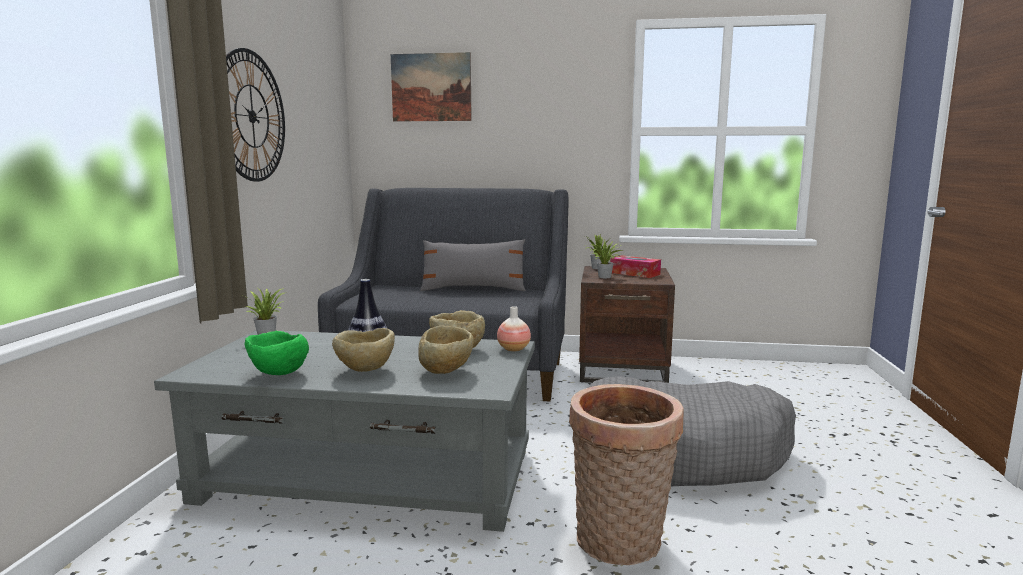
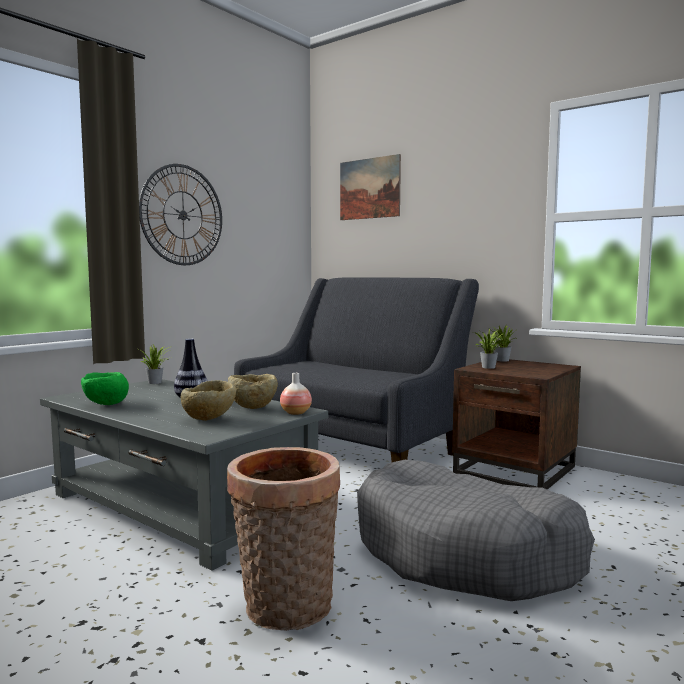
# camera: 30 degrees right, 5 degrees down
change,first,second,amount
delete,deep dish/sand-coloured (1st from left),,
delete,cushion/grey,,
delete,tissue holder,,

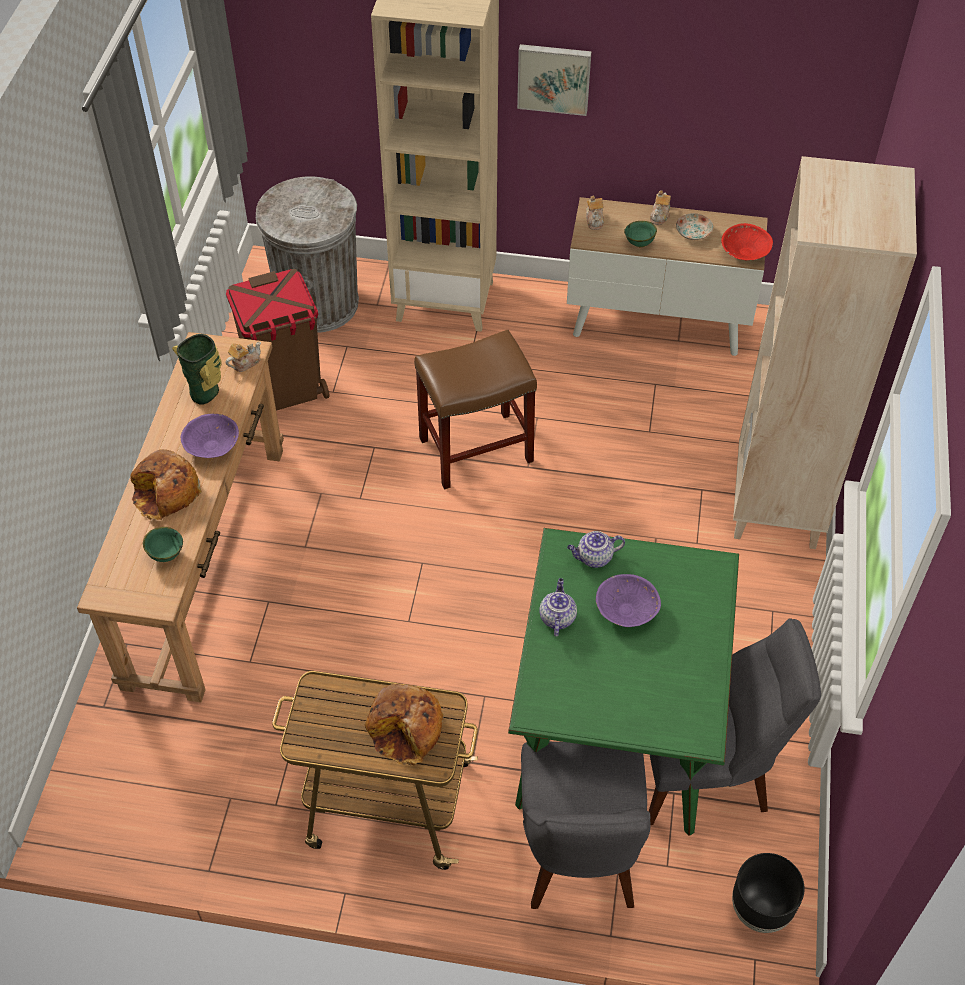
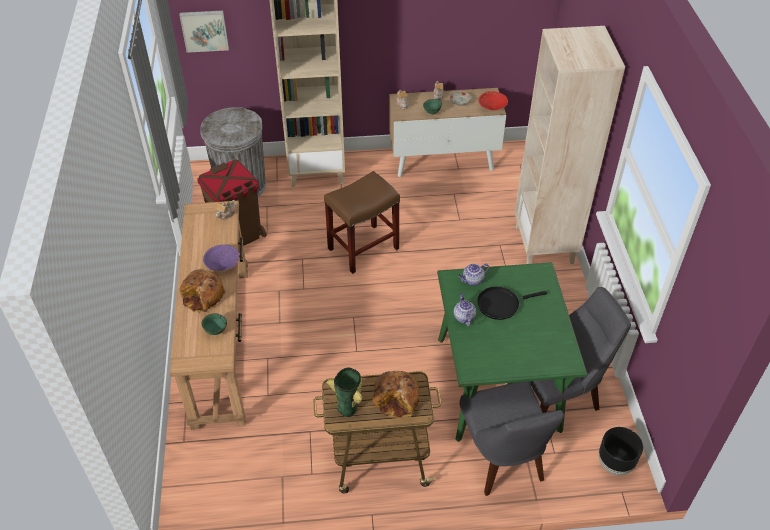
# camera: 15 degrees left, 5 degrees down
change,first,second,amount
move,decorative vase,,
move,picture,,
replace,deep dish/purple-coloured (2nd from left),frying pan/blackish,

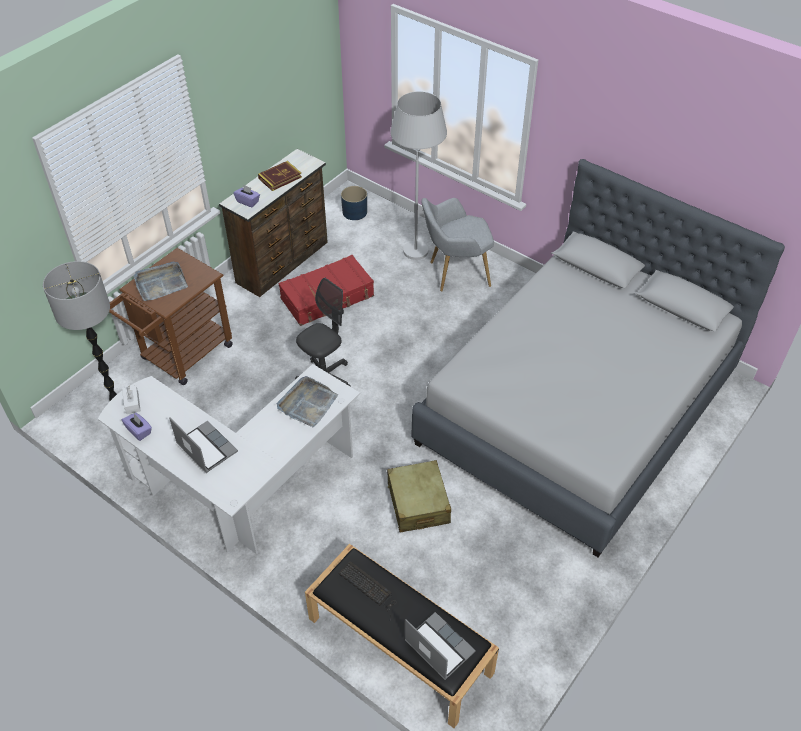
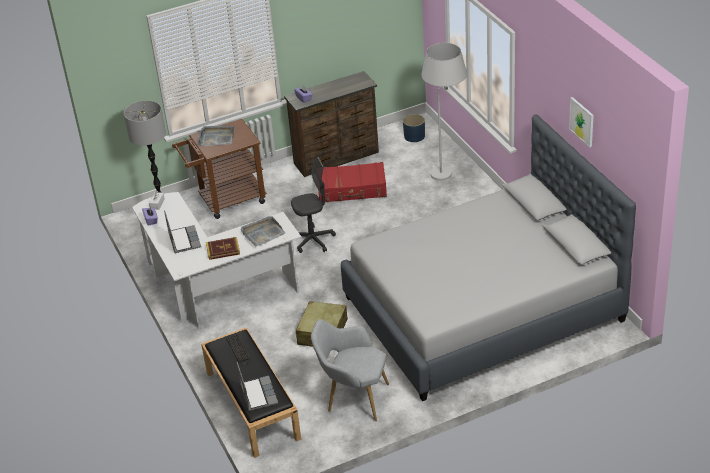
# camera: 30 degrees right, 10 degrees down
change,first,second,amount
insert,,picture,
move,bound book,,
move,easy chair/grey,,

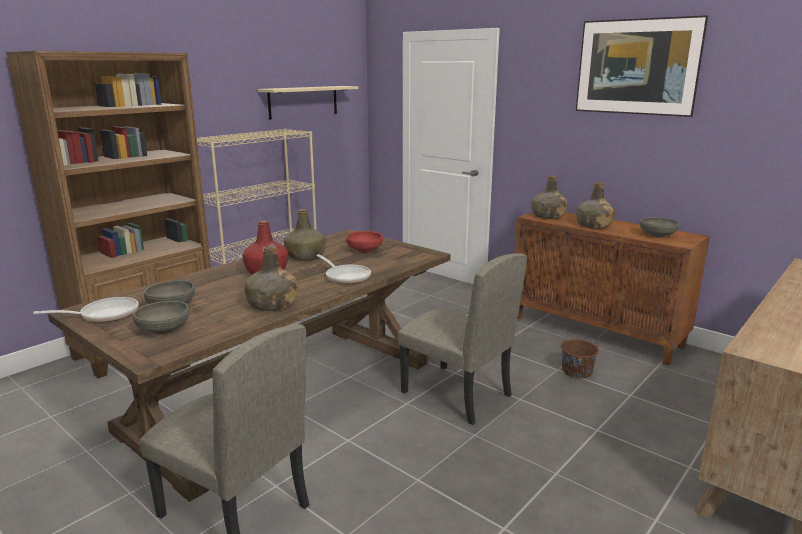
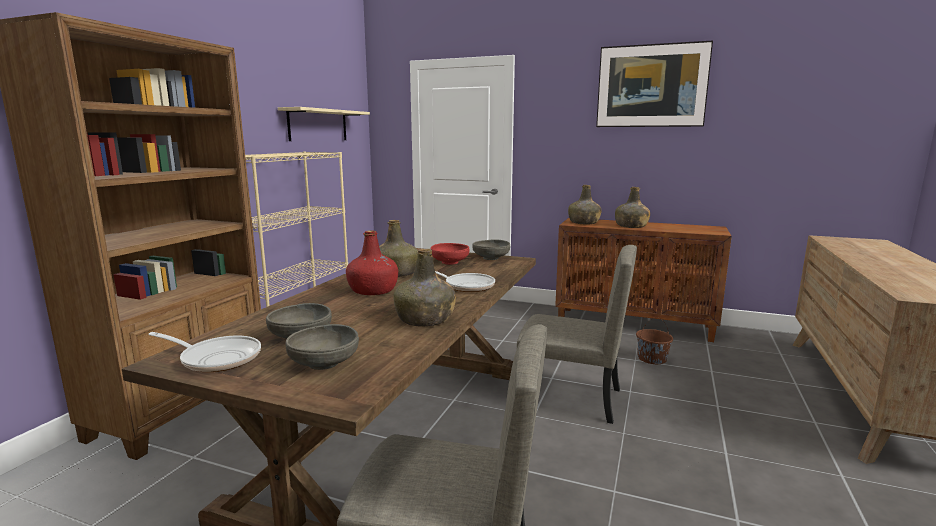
# camera: 20 degrees left, 5 degrees down
change,first,second,amount
move,deep dish/grey (3rd from left),,
rotate,frying pan (1st from left),,60 degrees clockwise

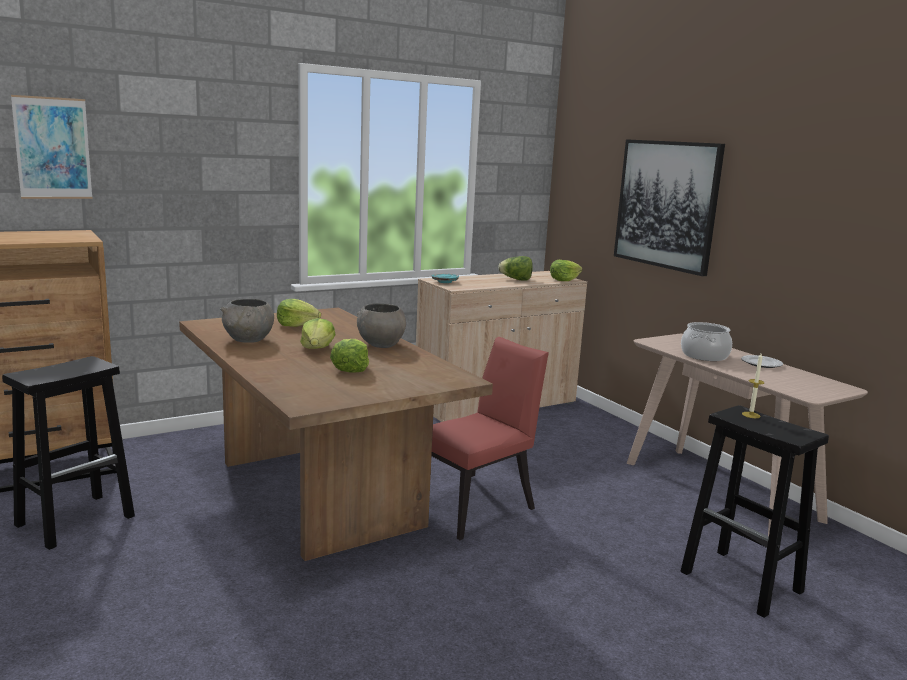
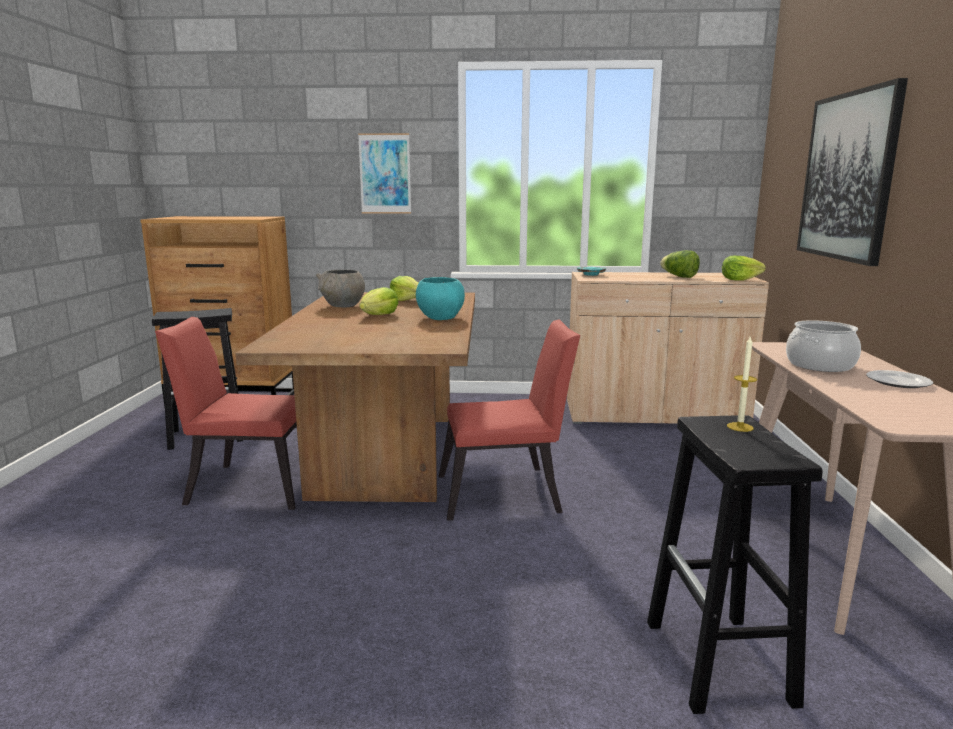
# camera: 35 degrees right, 0 degrees up
change,first,second,amount
delete,lettuce (3rd from left),,
insert,,chair/reddish (1st from left),
move,picture (1st from left),,
recolor,deep dish/grey (2nd from left),deep dish/blue-green,

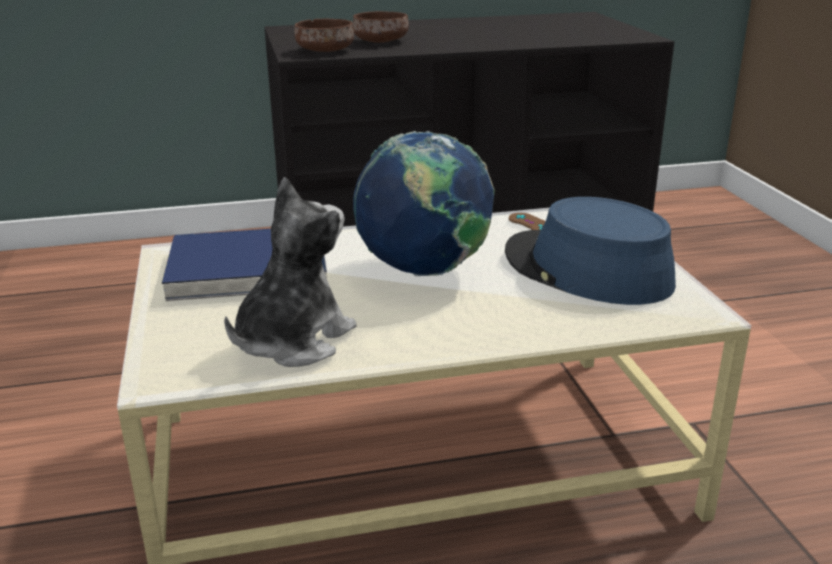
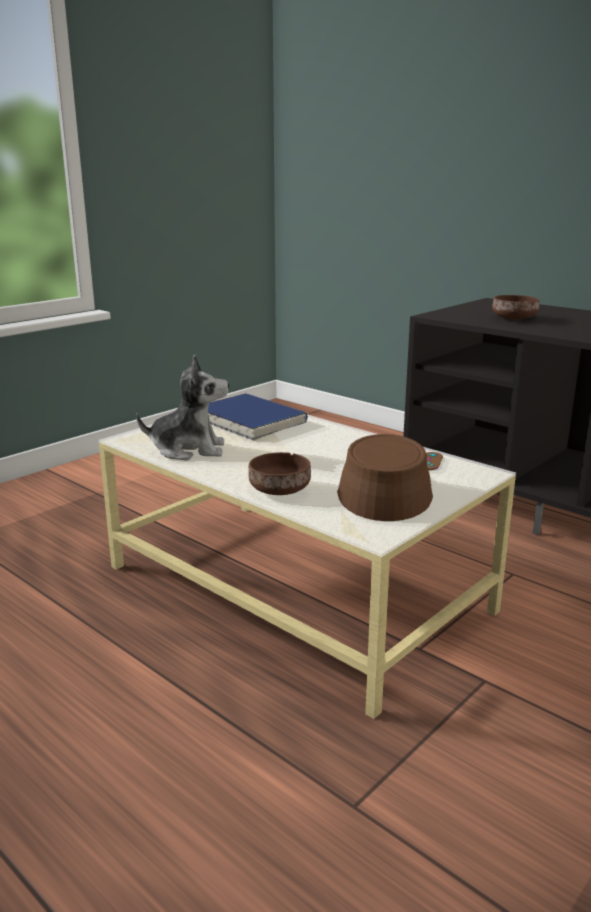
# camera: 55 degrees right, 5 degrees down
change,first,second,amount
delete,world globe,,
move,deep dish/brownish (1st from left),,
recolor,wearable hat/blue,wearable hat/brownish,

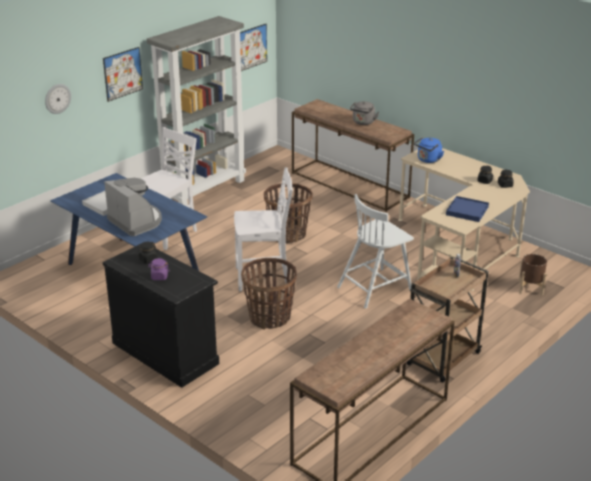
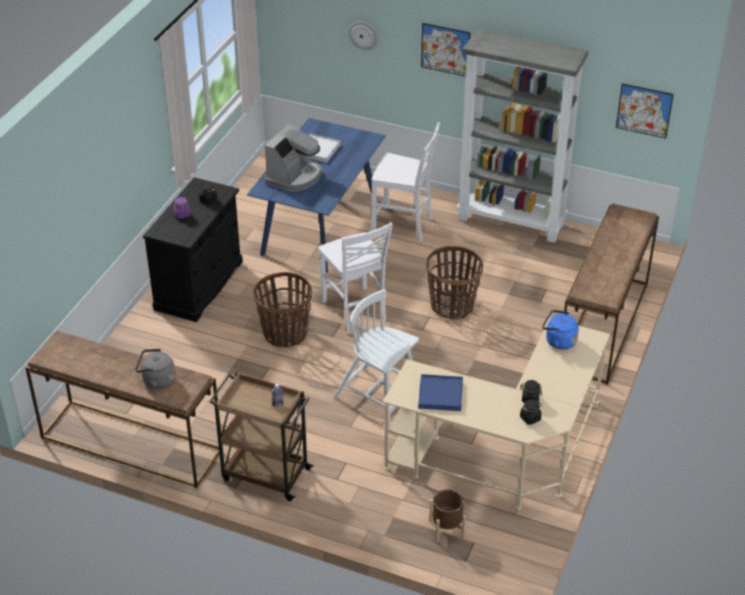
# camera: 70 degrees right, 10 degrees up
change,first,second,amount
move,water kettle/grey,,

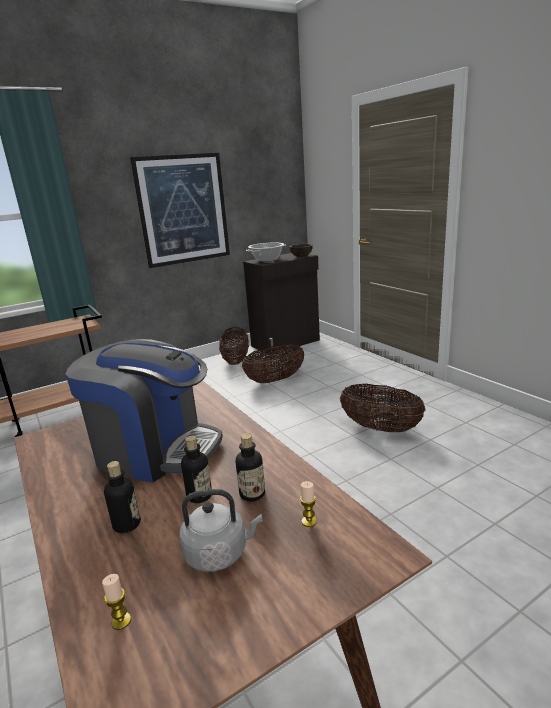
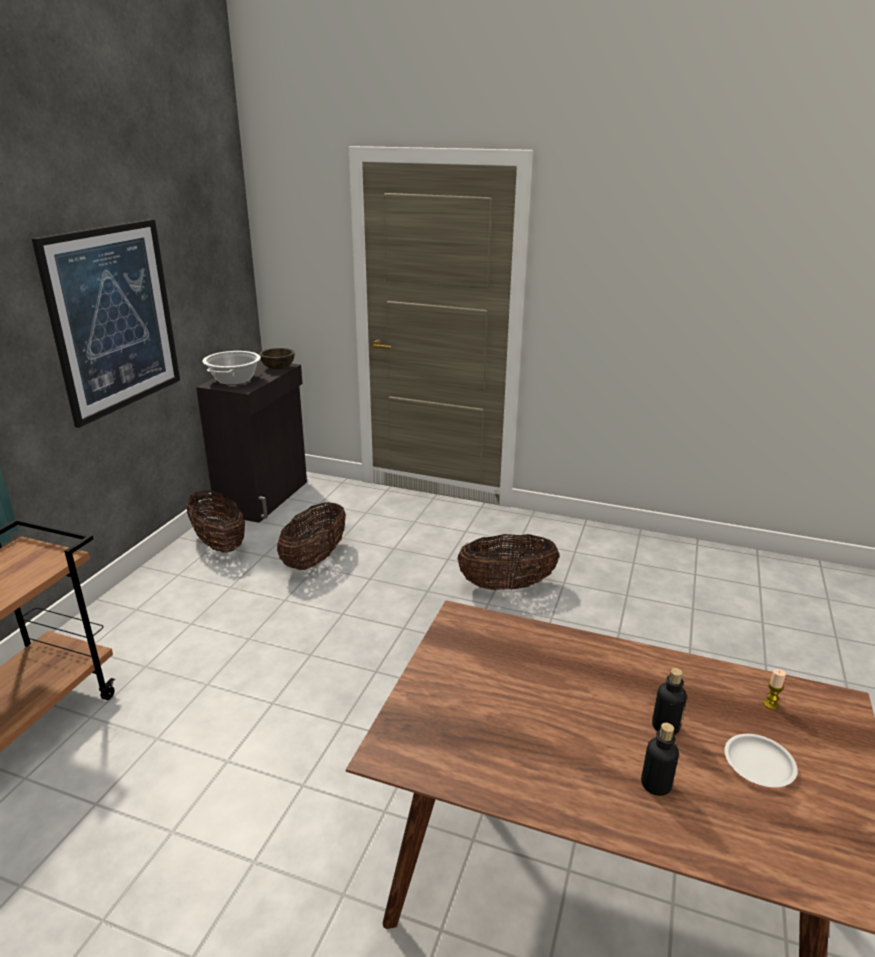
# camera: 40 degrees left, 5 degrees up
change,first,second,amount
delete,coffee maker,,
delete,candle (1st from left),,
delete,beverage bottle (3rd from left),,
replace,water kettle/grey,plate/white,

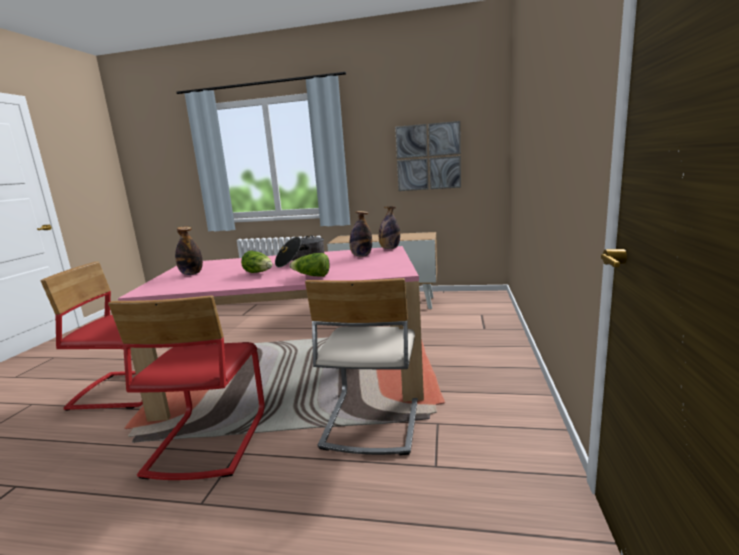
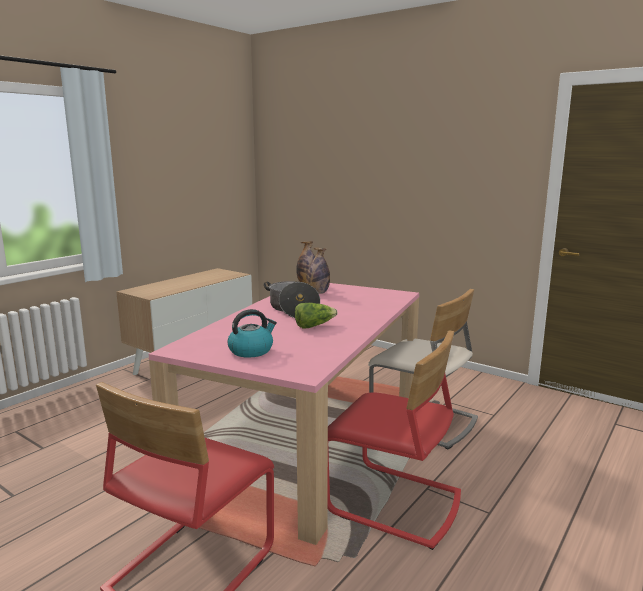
# camera: 65 degrees left, 0 degrees up
change,first,second,amount
delete,lettuce (2nd from left),,
delete,picture,,
replace,beverage bottle (1st from left),water kettle,

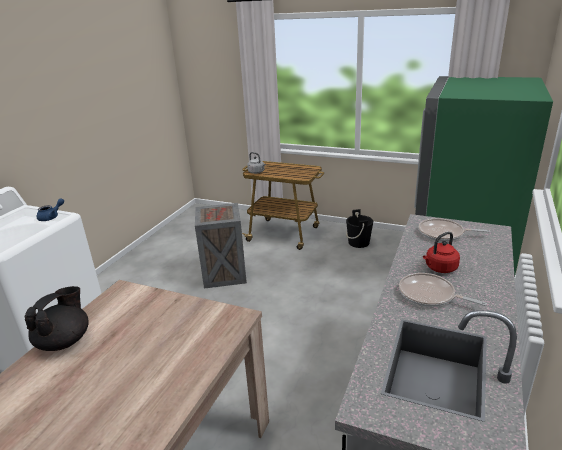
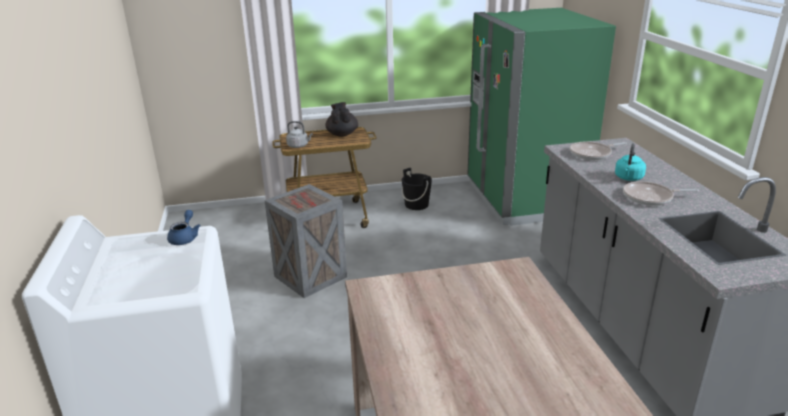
# camera: 35 degrees left, 0 degrees up
change,first,second,amount
move,tea pot/blackish,,
recolor,water kettle/reddish,water kettle/blue-green,

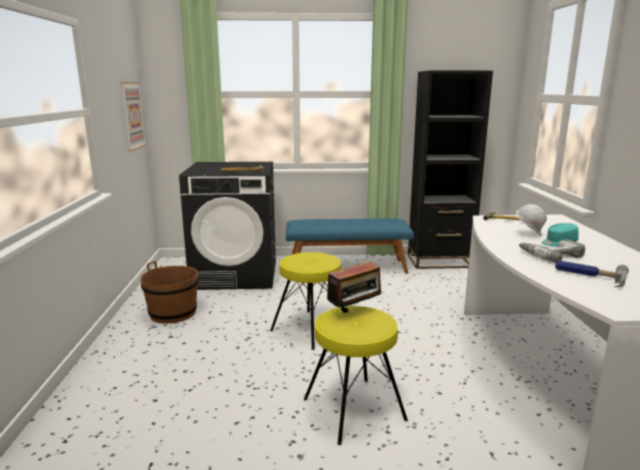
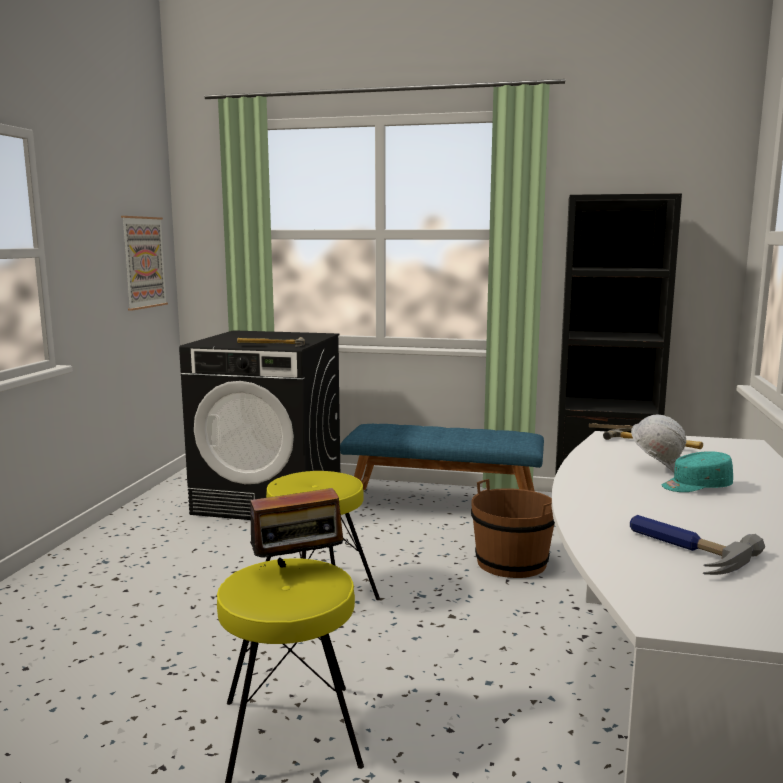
# camera: 15 degrees right, 5 degrees down
change,first,second,amount
delete,drill,,
move,bucket/brownish,,

